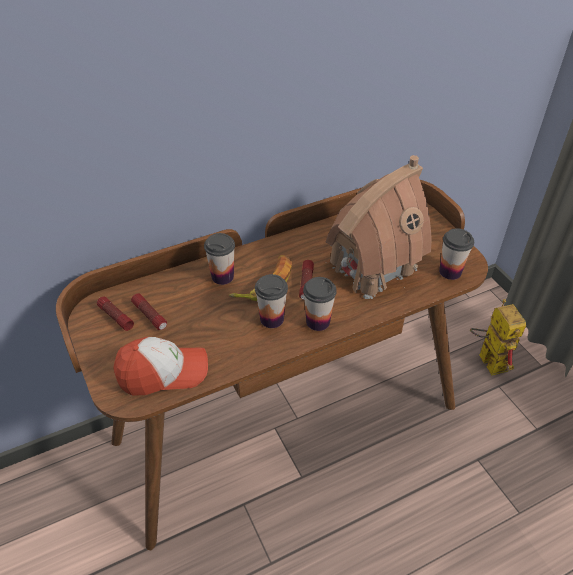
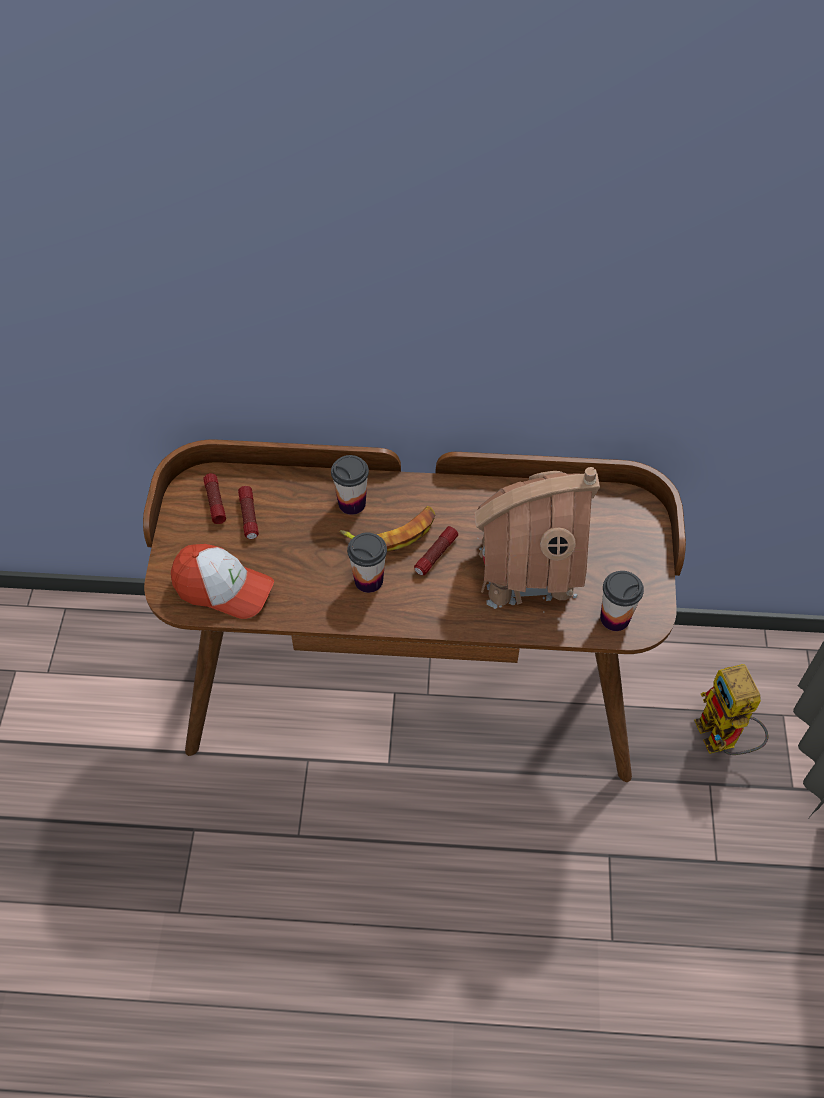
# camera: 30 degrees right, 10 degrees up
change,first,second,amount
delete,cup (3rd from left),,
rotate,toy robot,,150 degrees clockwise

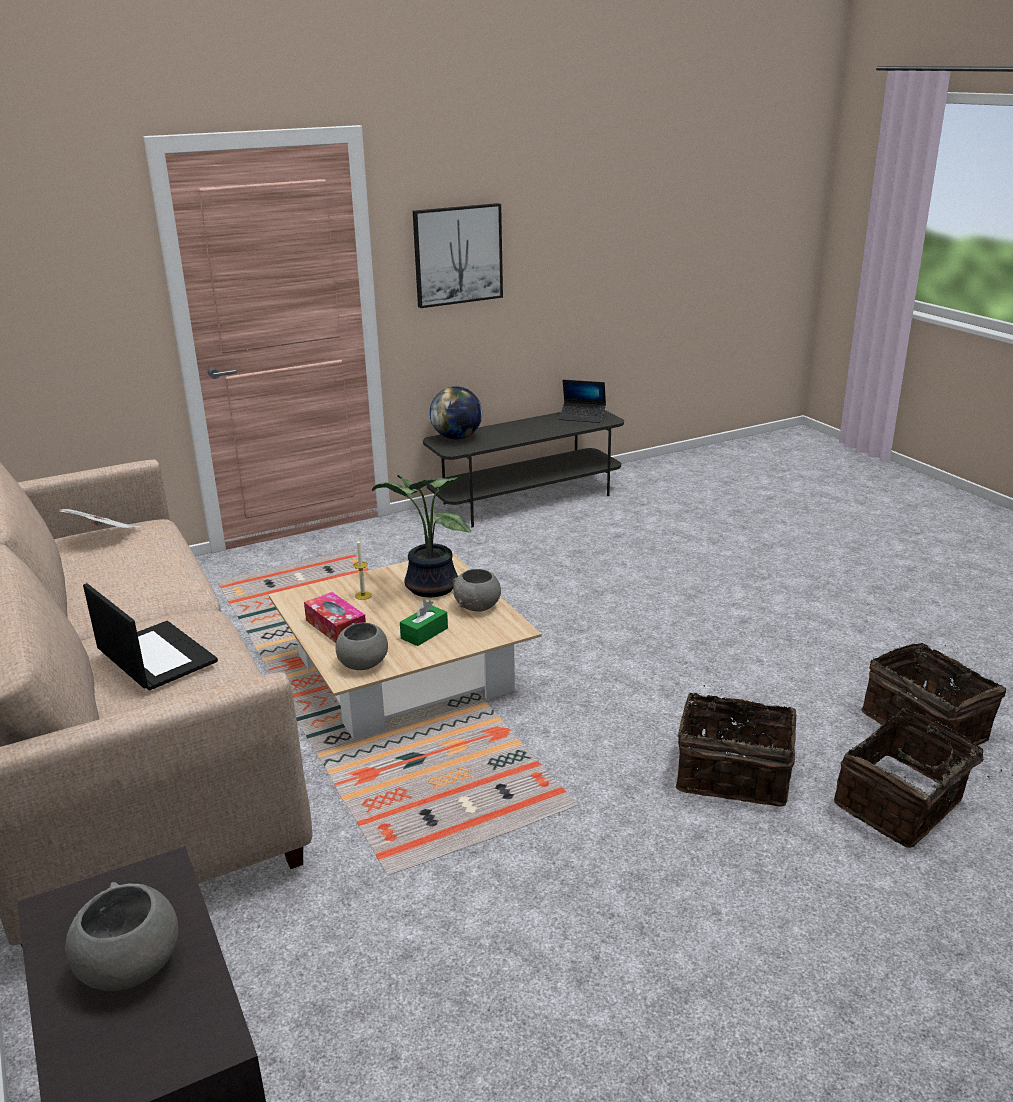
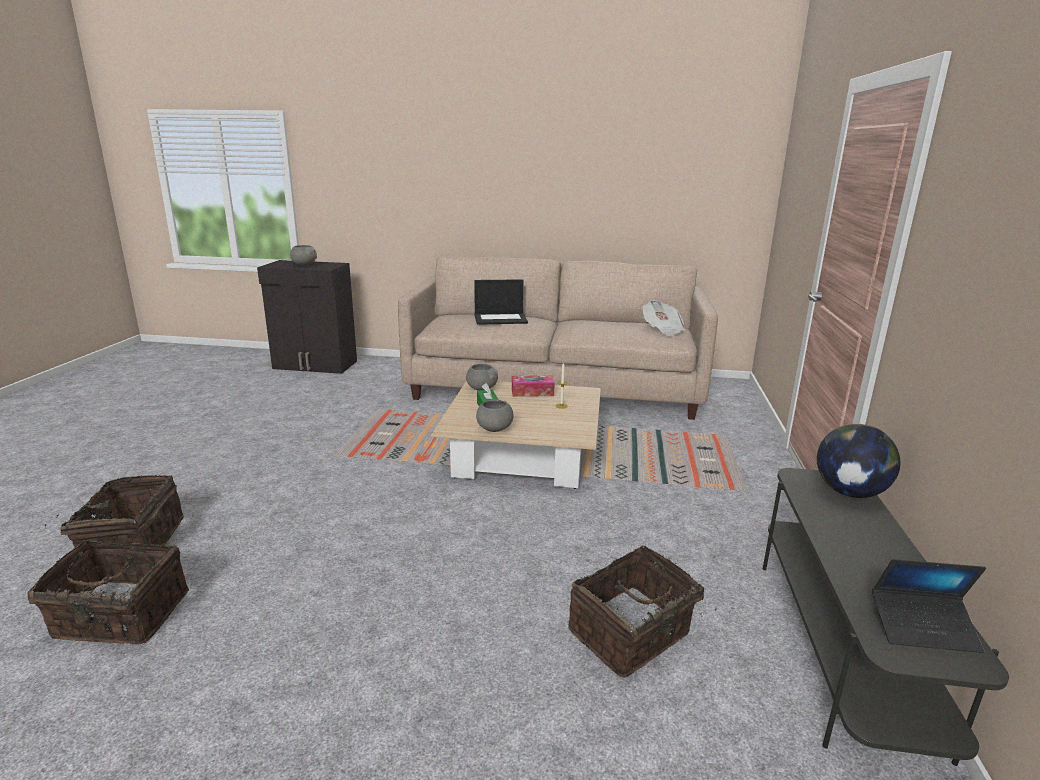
# camera: 125 degrees right, 5 degrees down
change,first,second,amount
delete,potted plant,,
delete,picture,,
move,storage basket (1st from left in the first image),storage basket (3rd from left),
rotate,laptop (2nd from left),,135 degrees counterclockwise

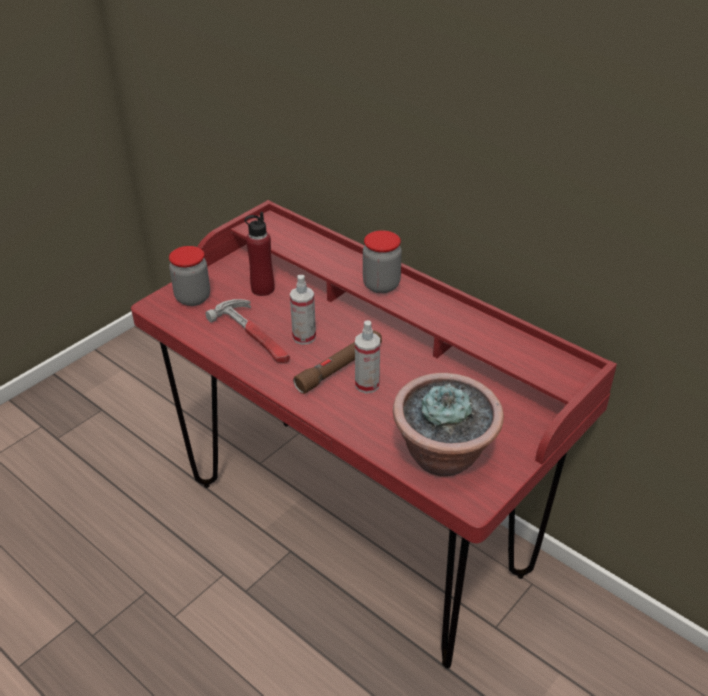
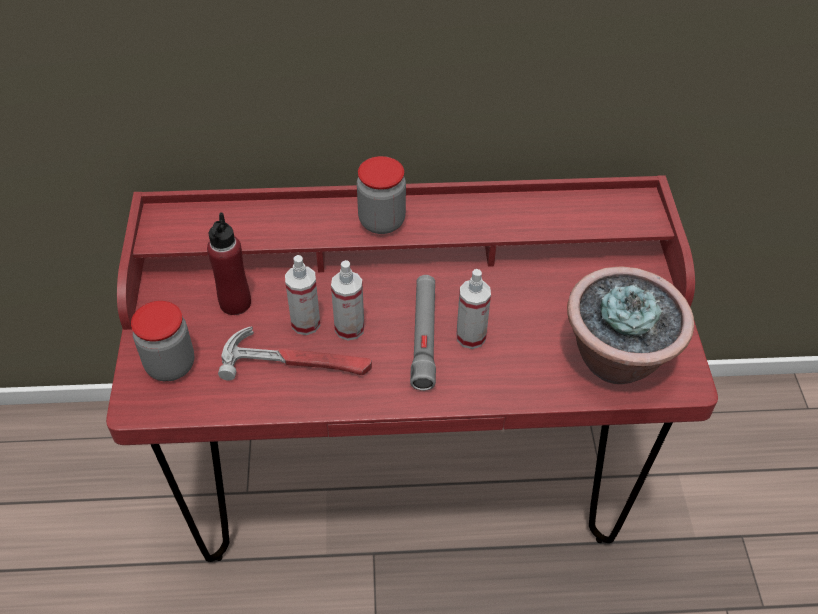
# camera: 45 degrees left, 10 degrees up
change,first,second,amount
insert,,hand sprayer (1st from left),
recolor,hand torch/brownish,hand torch/grey,

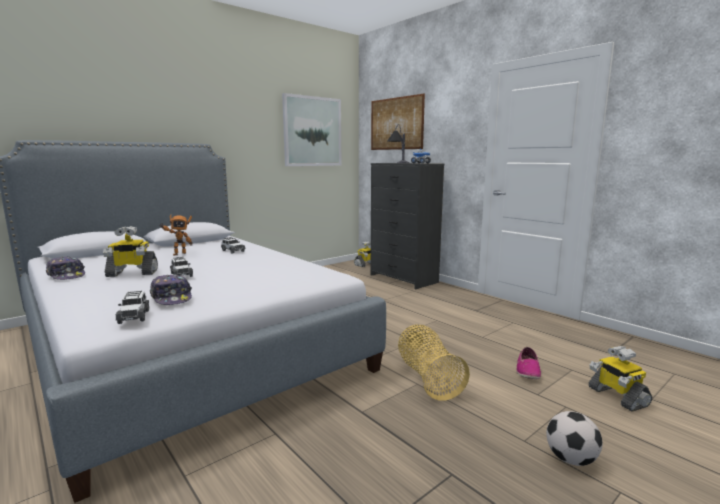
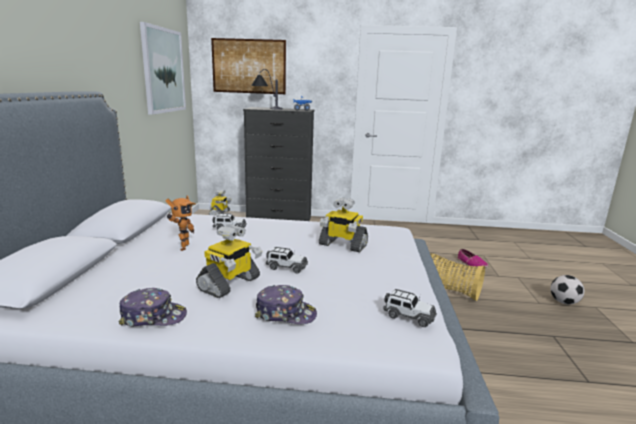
# camera: 45 degrees left, 5 degrees up
change,first,second,amount
move,cap (2nd from left),,
move,toy robot (4th from left),,

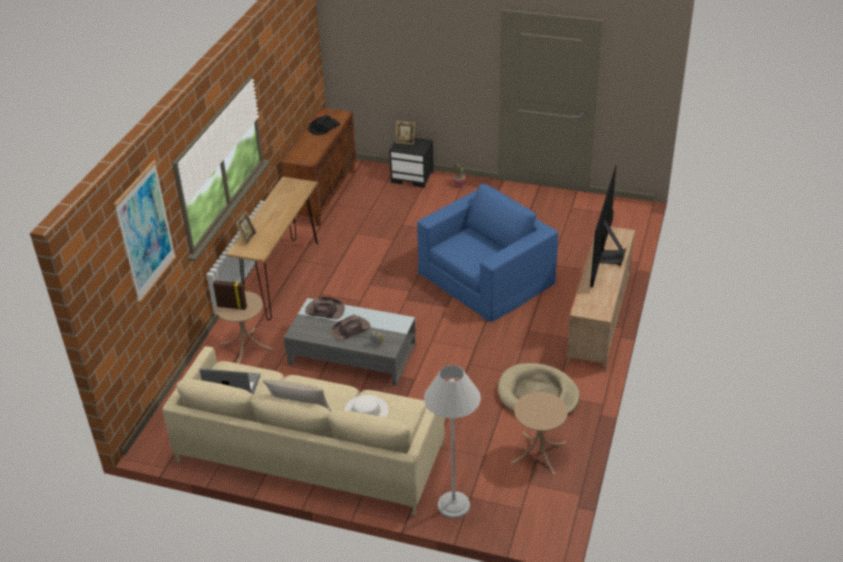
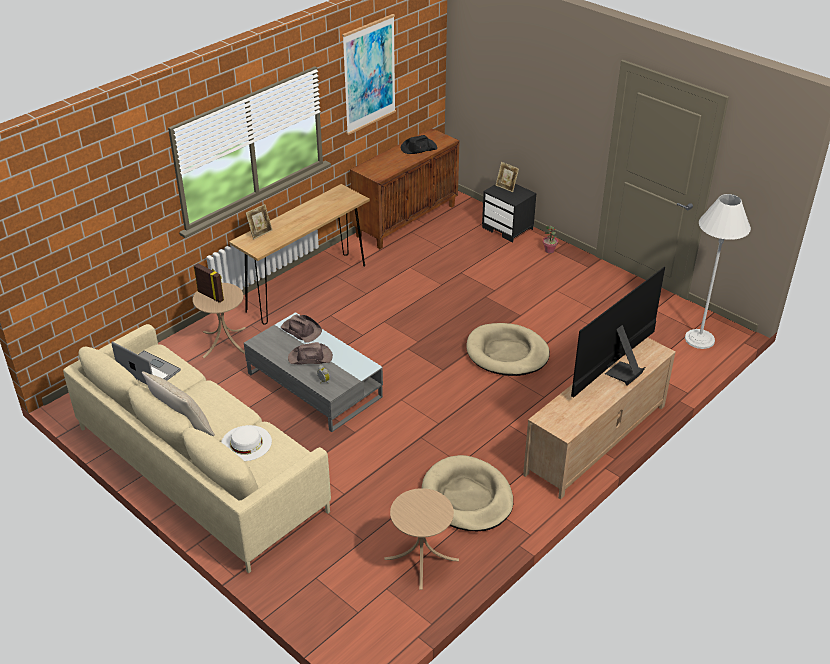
# camera: 25 degrees right, 0 degrees up
change,first,second,amount
move,picture,,
move,floor lamp/white,,
replace,easy chair/blue,pet bed/sand-coloured (2nd from left),

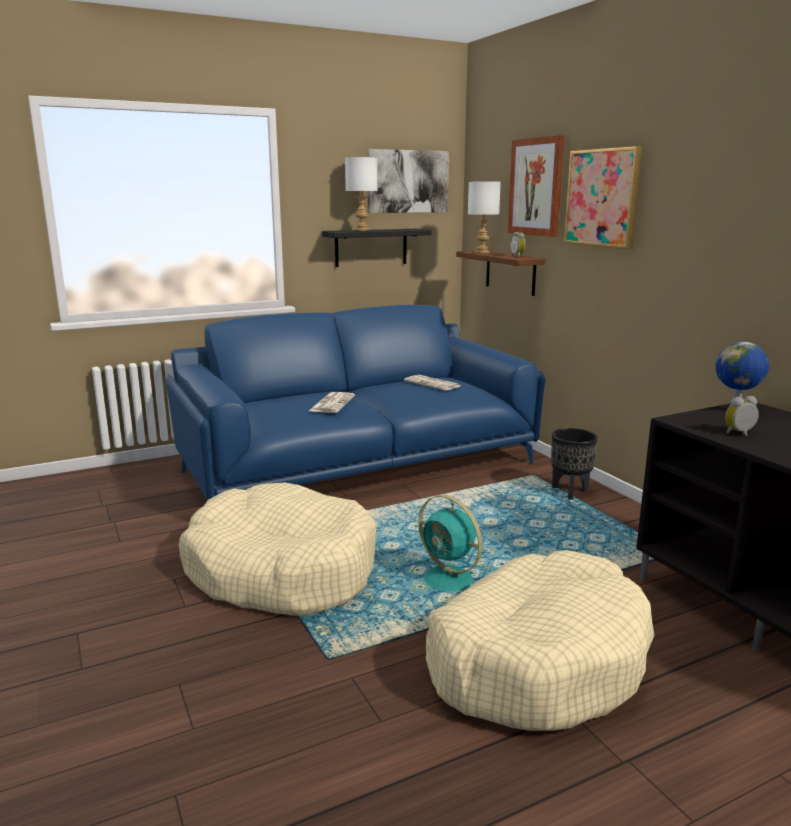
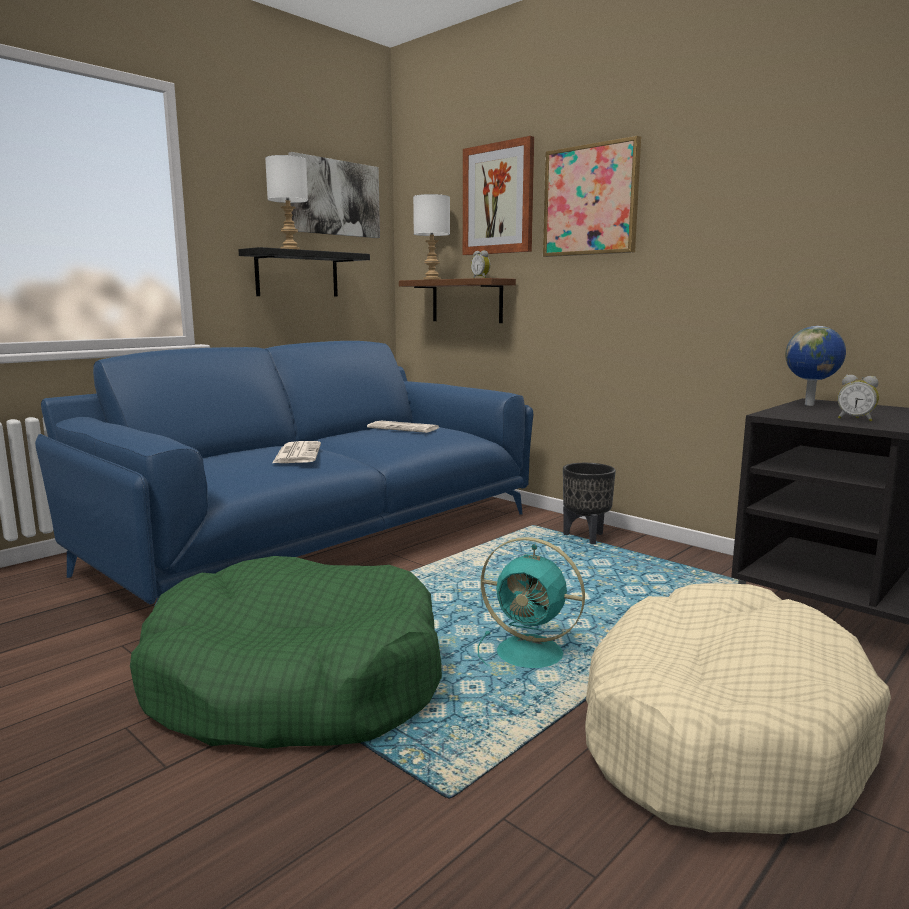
# camera: 20 degrees left, 5 degrees down
change,first,second,amount
recolor,pet bed/sand-coloured (1st from left),pet bed/greenish,
rotate,table clock (2nd from left),,105 degrees counterclockwise

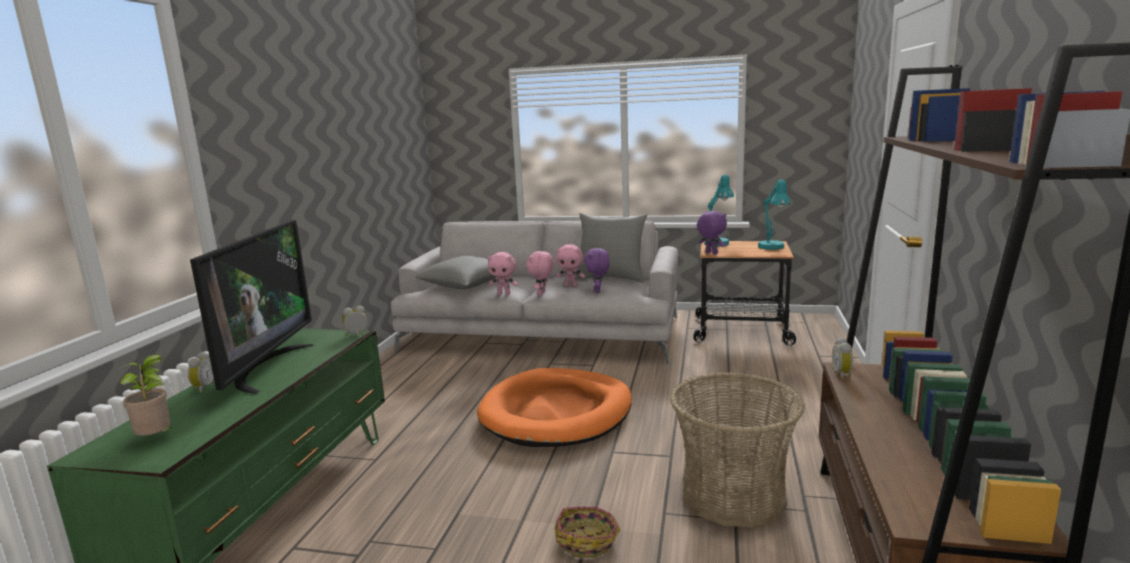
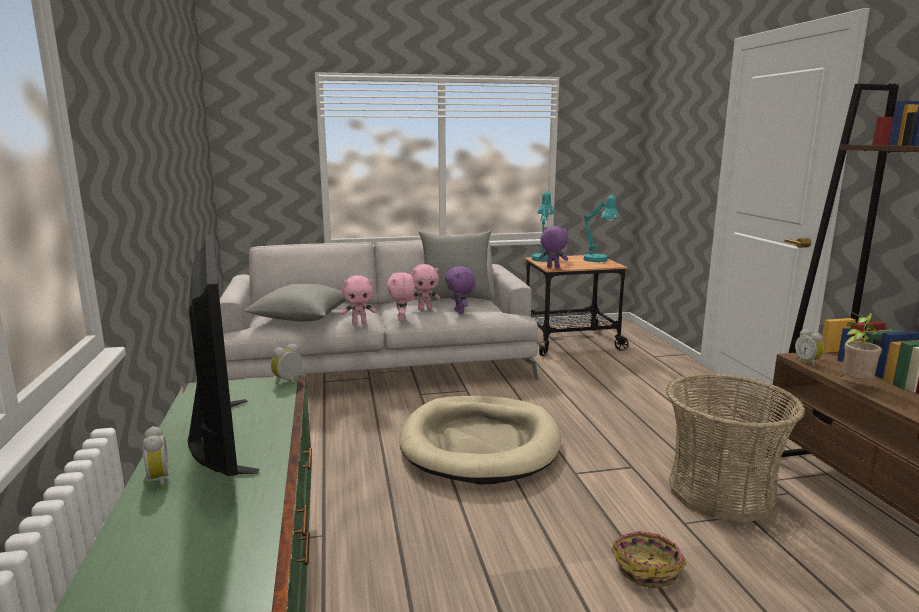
# camera: 25 degrees left, 0 degrees up
change,first,second,amount
move,potted plant,,
recolor,pet bed/orange-coloured,pet bed/sand-coloured,

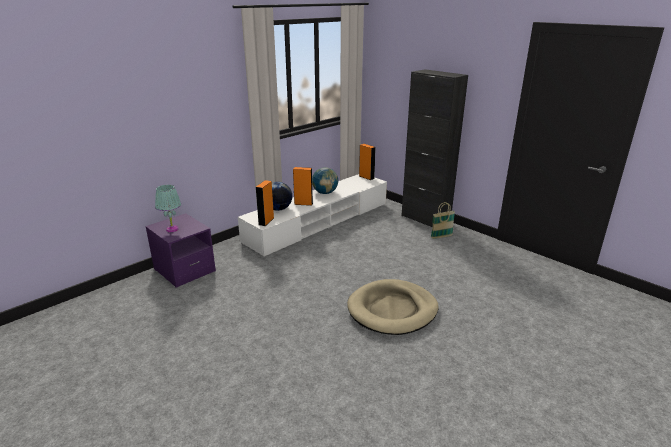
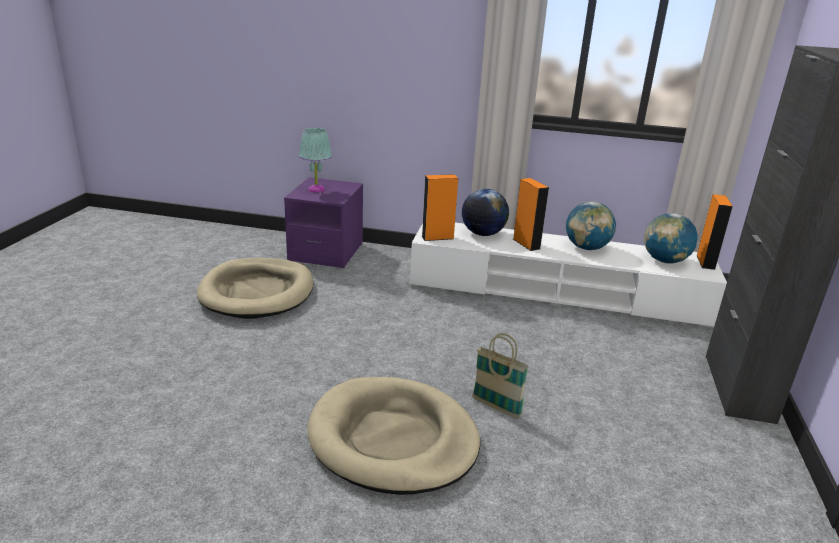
# camera: 55 degrees right, 0 degrees up
change,first,second,amount
insert,,pet bed/sand-coloured (1st from left),
insert,,world globe (3rd from left),
move,storage basket,,

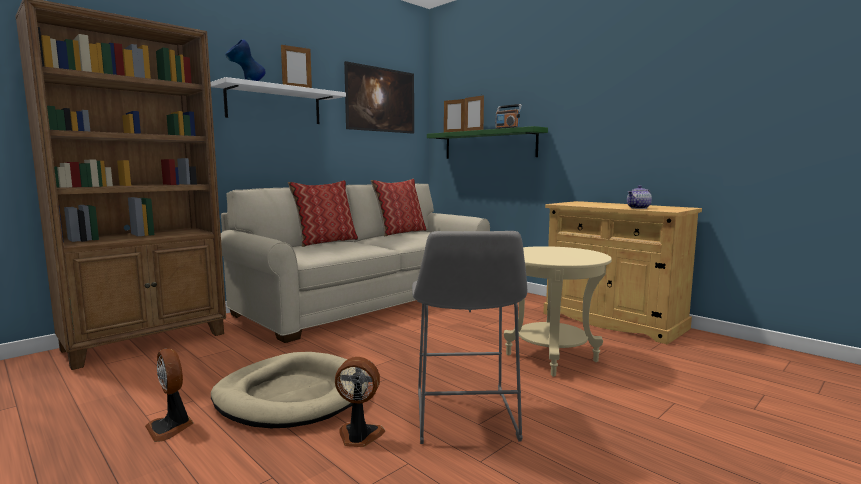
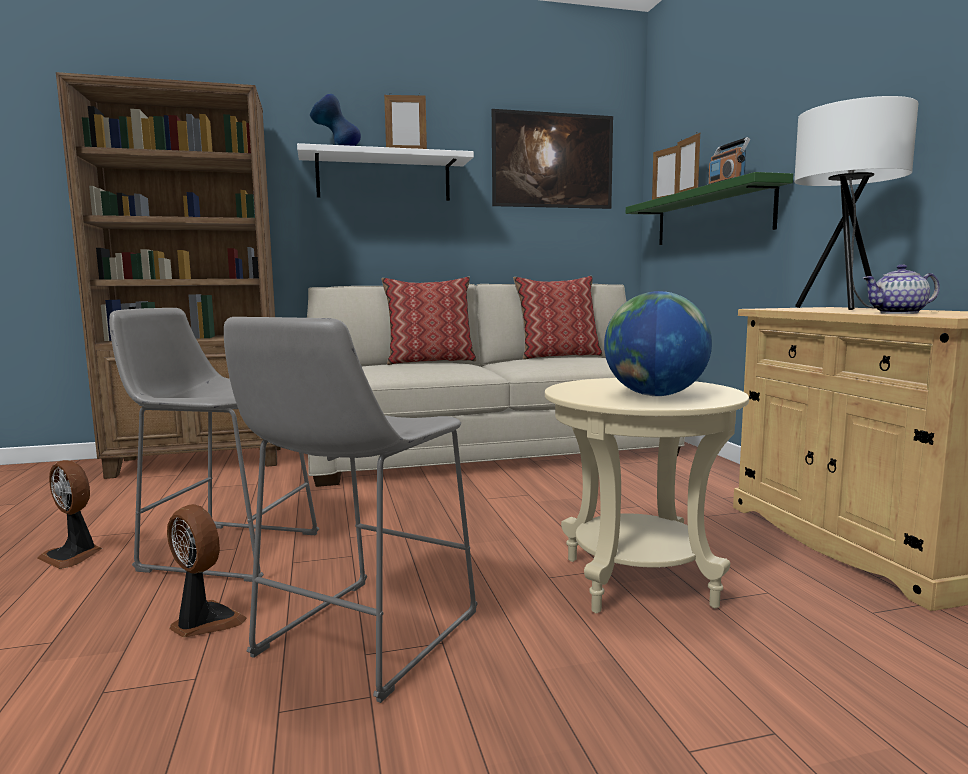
# camera: 30 degrees right, 0 degrees up
change,first,second,amount
insert,,world globe,
insert,,tabletop lamp/white,
replace,pet bed/sand-coloured,sitting stool/grey (1st from left),
rotate,cooling fan (1st from left),,45 degrees counterclockwise

